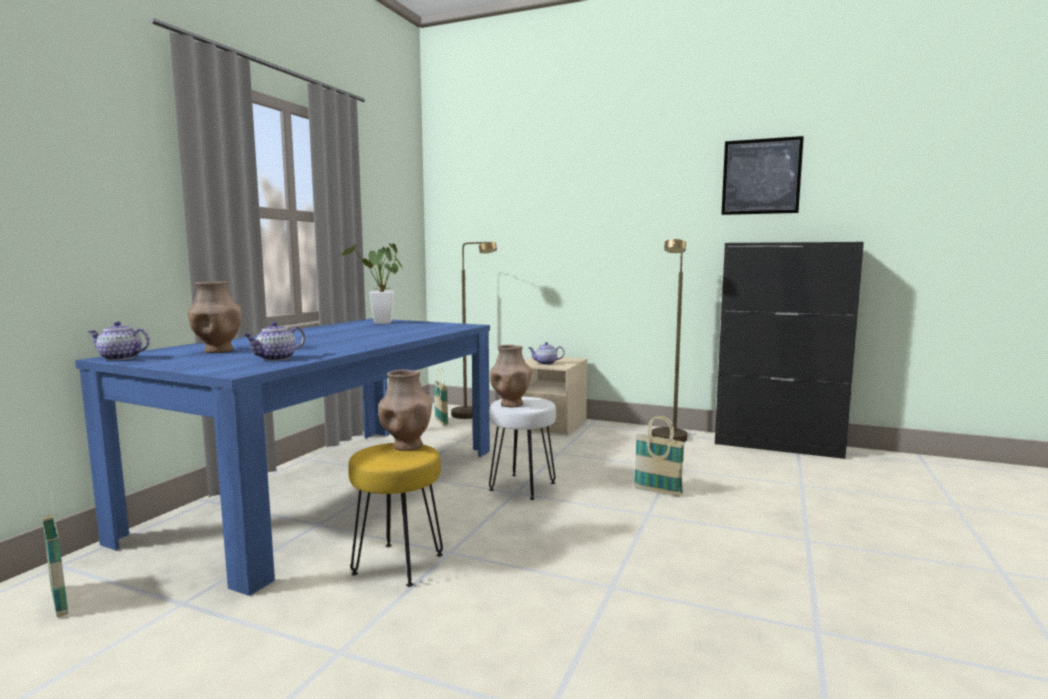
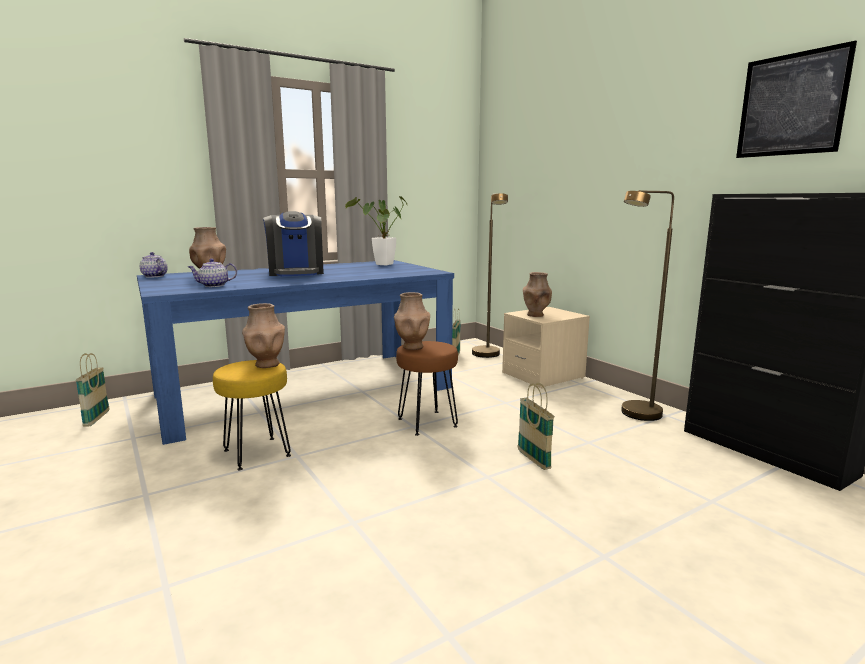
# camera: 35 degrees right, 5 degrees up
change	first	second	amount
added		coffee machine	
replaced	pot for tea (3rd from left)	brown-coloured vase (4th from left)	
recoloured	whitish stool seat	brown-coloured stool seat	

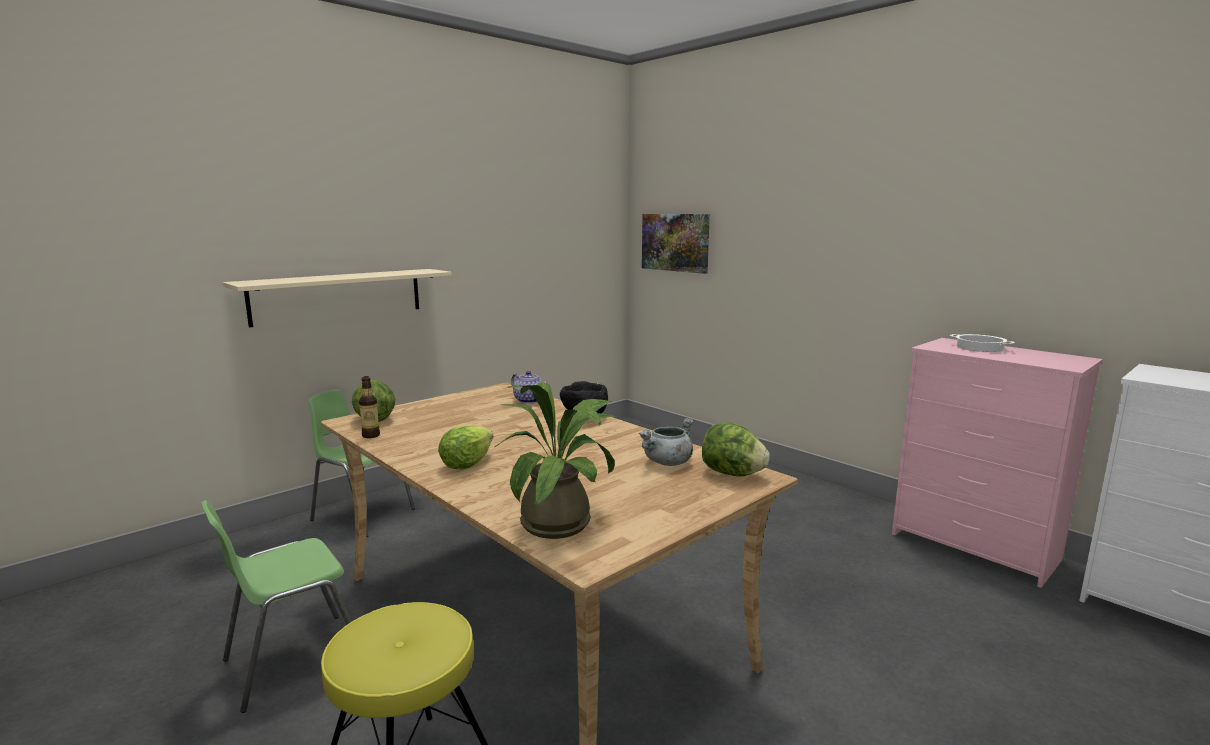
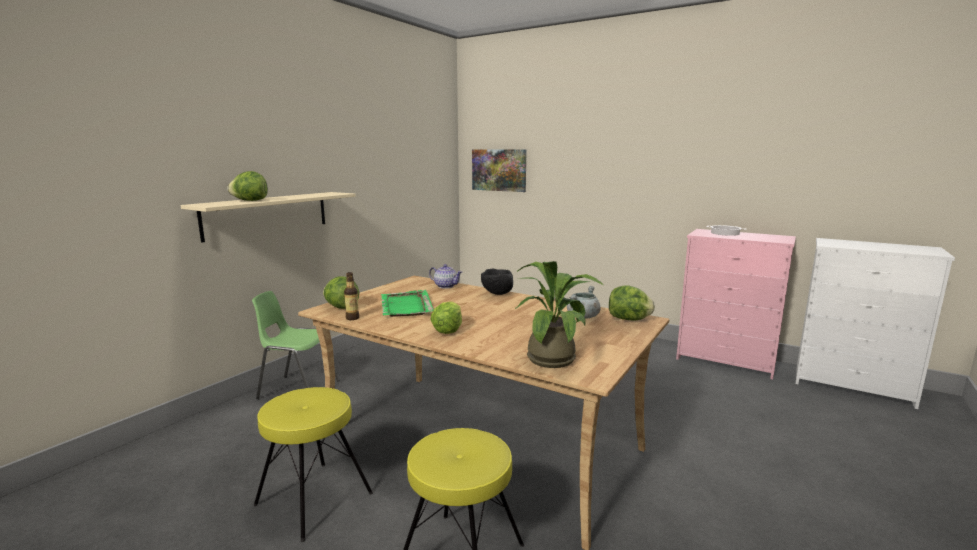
# camera: 15 degrees left, 0 degrees up
change	first	second	amount
added		lettuce head (1st from left)	
added		greenish serving tray	
replaced	greenish plain chair (1st from left)	yellow-coloured stool seat (1st from left)	

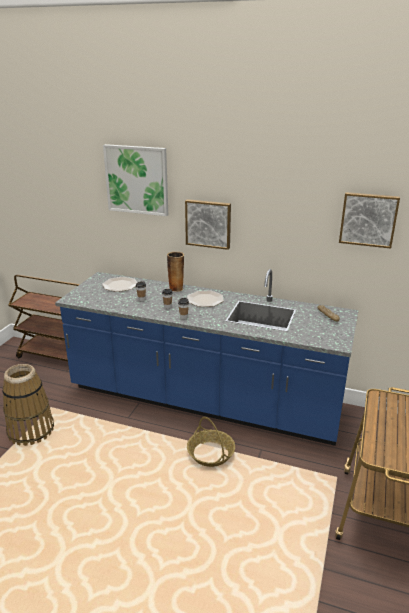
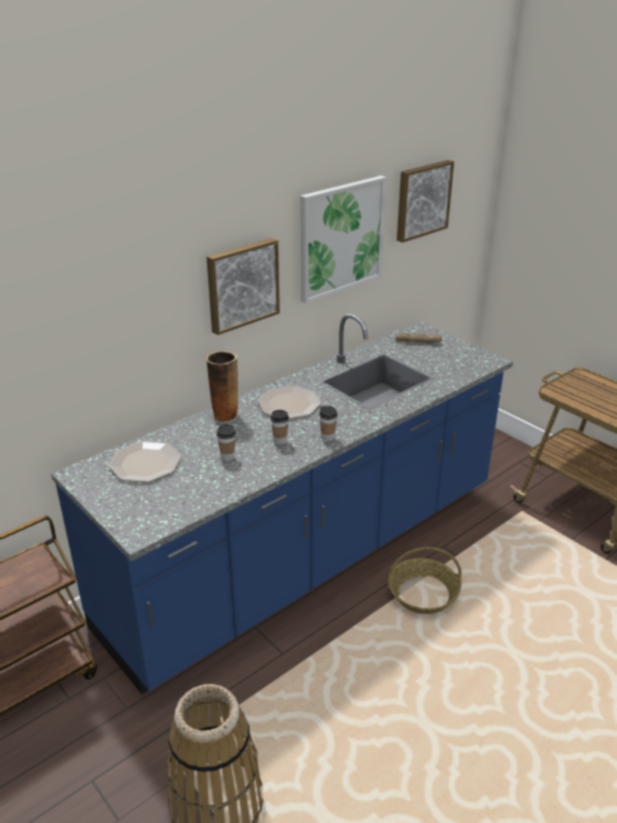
# camera: 60 degrees left, 5 degrees up
change	first	second	amount
moved	picture (1st from left in the first image)	picture (2nd from left)	

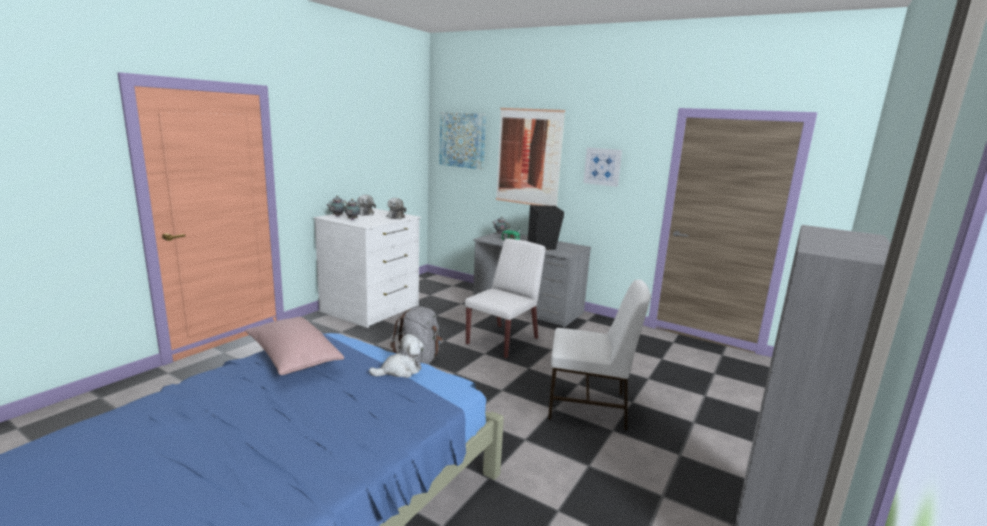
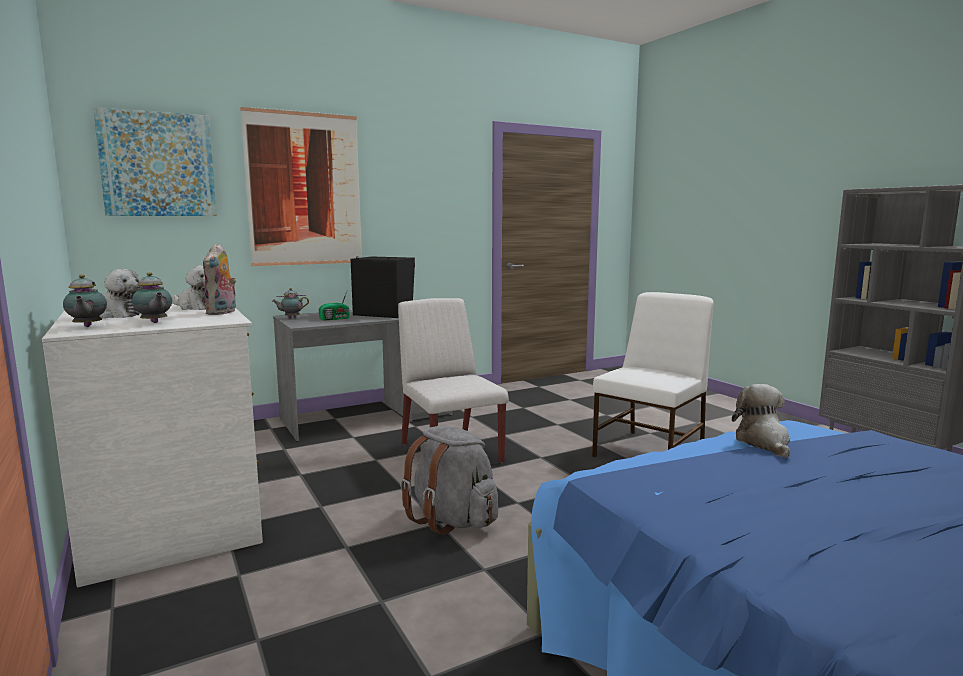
# camera: 60 degrees left, 5 degrees down
change	first	second	amount
removed	pink-coloured pillow		
removed	picture (3rd from left)		
added		cuddly toy (3rd from left)	

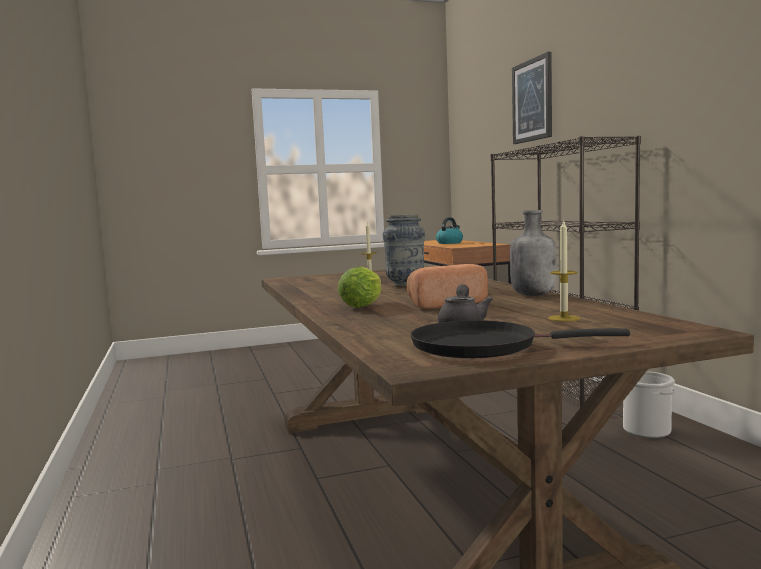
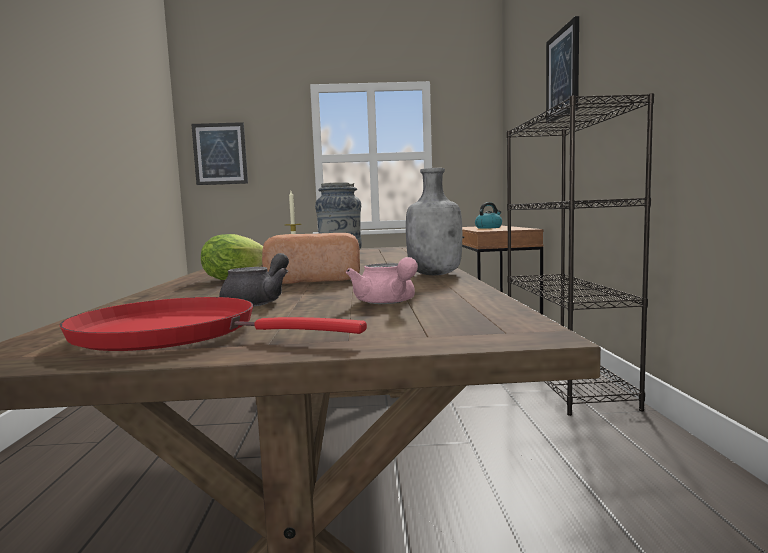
# camera: 15 degrees right, 0 degrees up
change	first	second	amount
removed	pail		
added		picture (1st from left)	
replaced	wax light (2nd from left)	pink-coloured pot for tea	
recoloured	black pan	red pan	

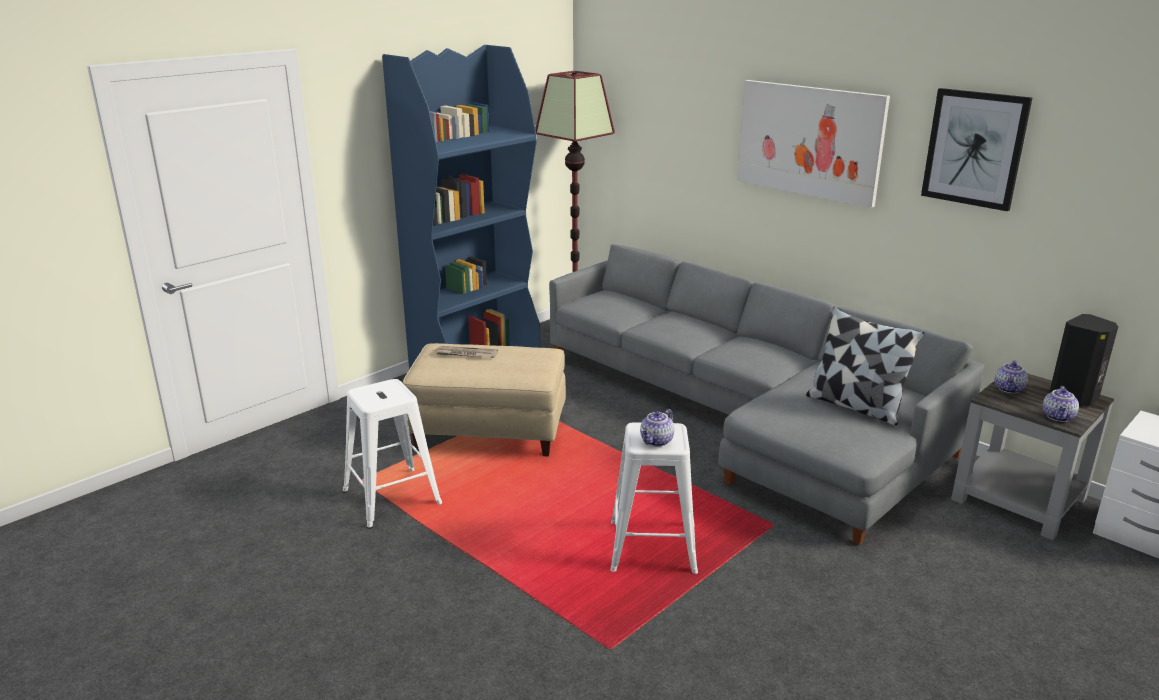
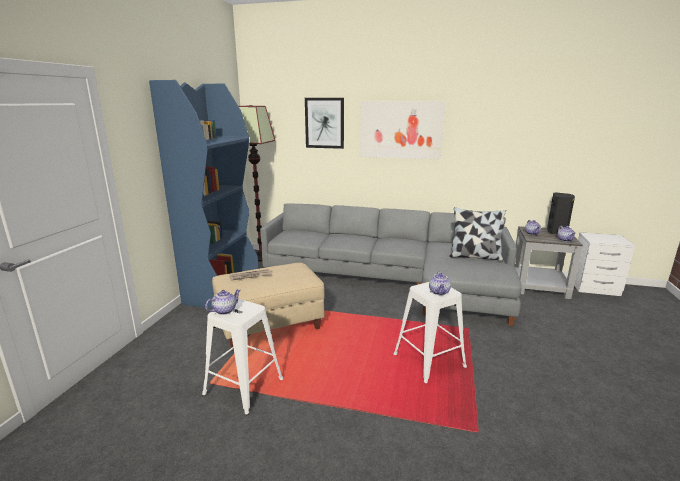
# camera: 30 degrees left, 5 degrees down
change	first	second	amount
added		pot for tea (1st from left)	
moved	picture (2nd from left in the first image)	picture (1st from left)	

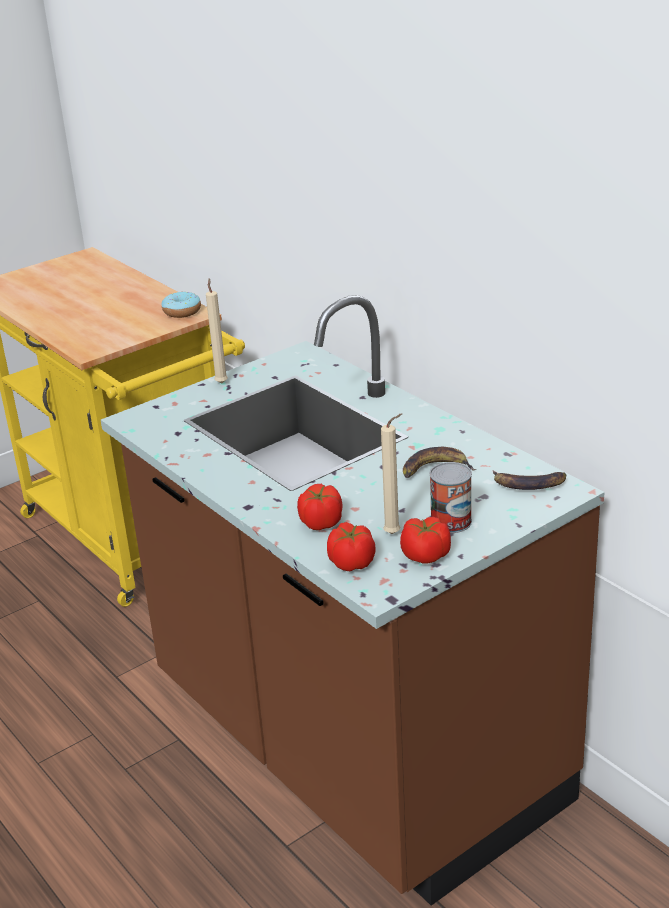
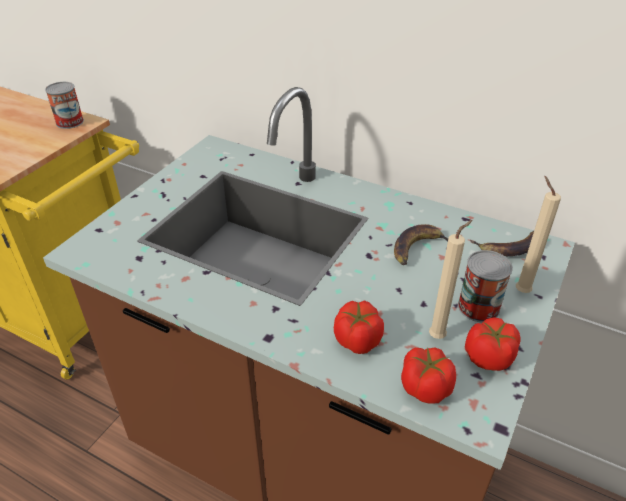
# camera: 25 degrees left, 10 degrees up
change	first	second	amount
moved	sand-coloured wax light (1st from left in the first image)	sand-coloured wax light (2nd from left)	
replaced	ring doughnut	can (1st from left)	

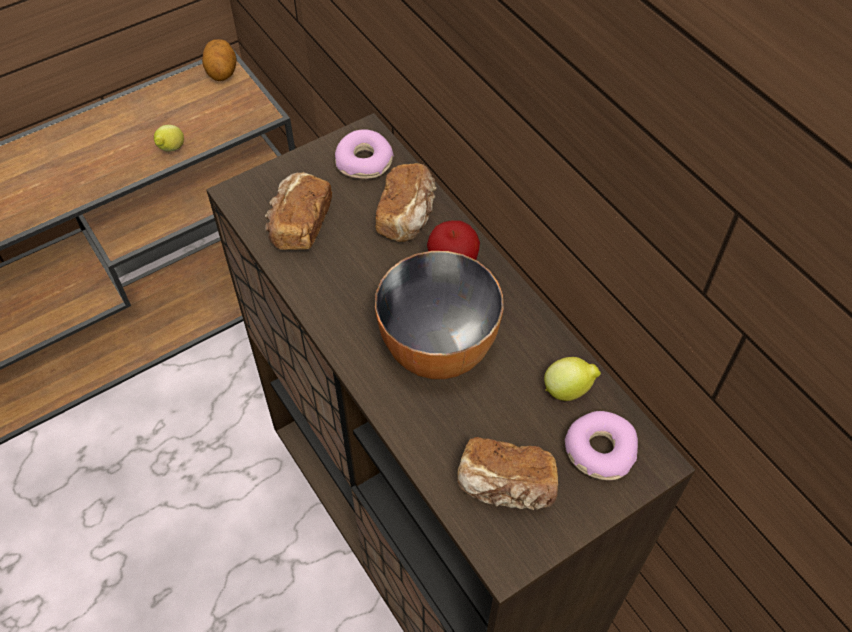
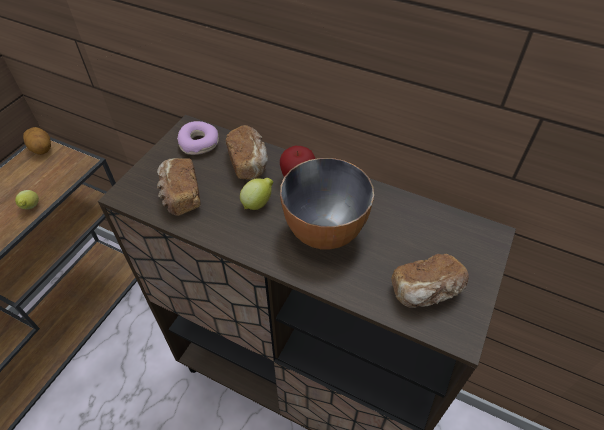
# camera: 30 degrees left, 5 degrees down
change	first	second	amount
removed	ring doughnut (2nd from left)		
moved	whole lemon (2nd from left)		

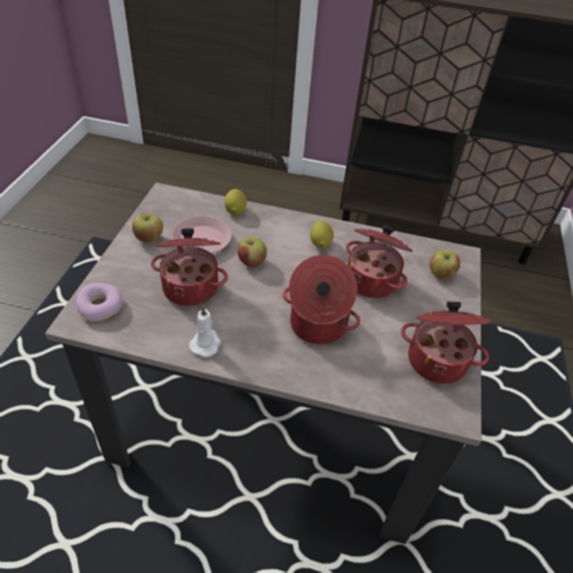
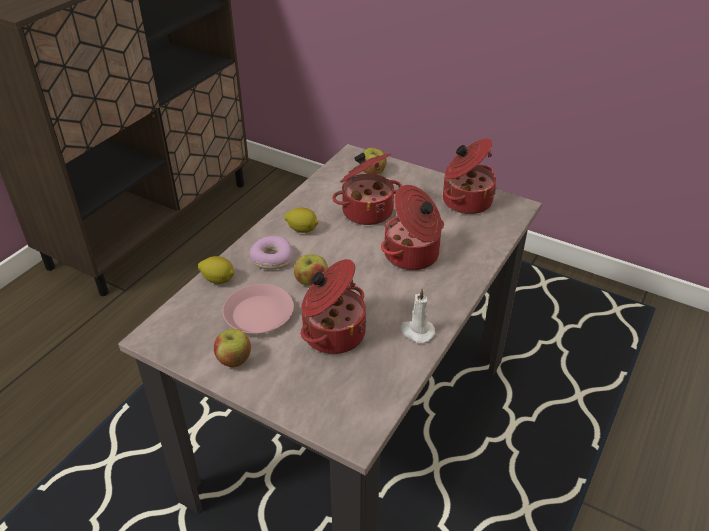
# camera: 70 degrees left, 5 degrees down
change	first	second	amount
moved	ring doughnut		

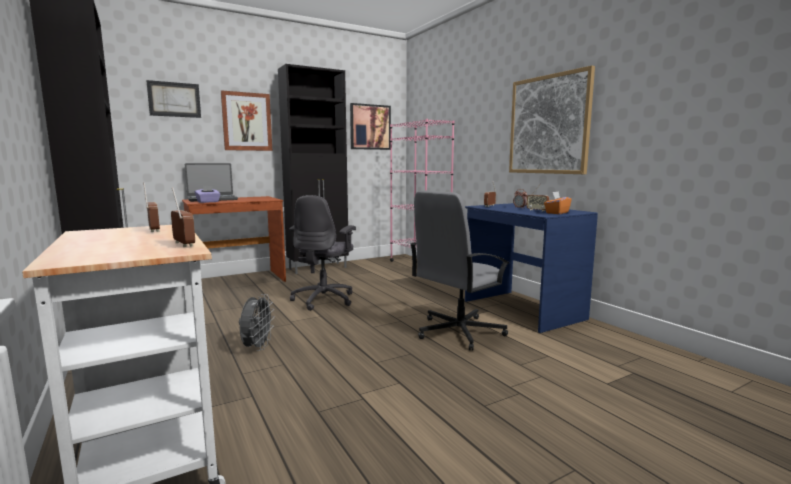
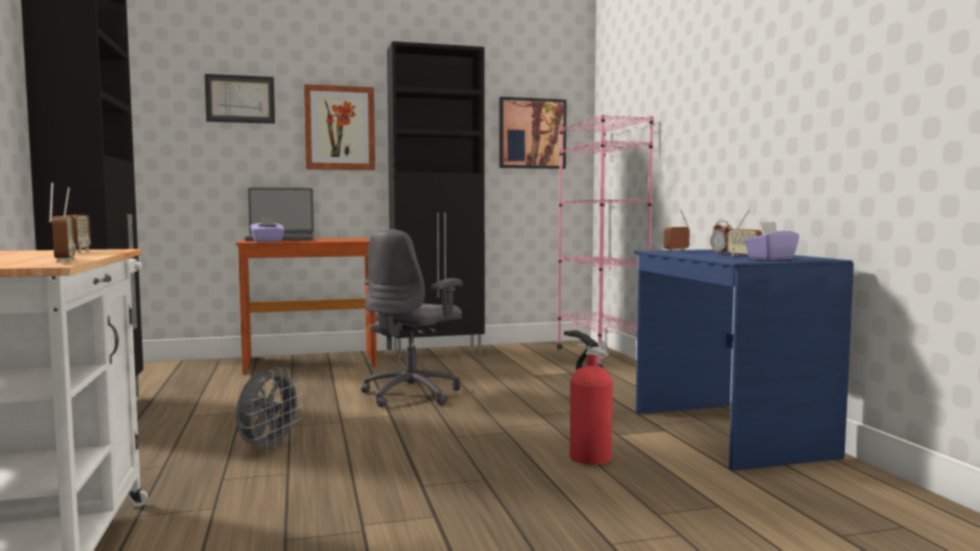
# camera: 15 degrees right, 5 degrees down
change	first	second	amount
removed	picture (4th from left)		
replaced	greyish desk chair (2nd from left)	extinguisher	
recoloured	orange-coloured box of tissues	purple box of tissues (2nd from left)	

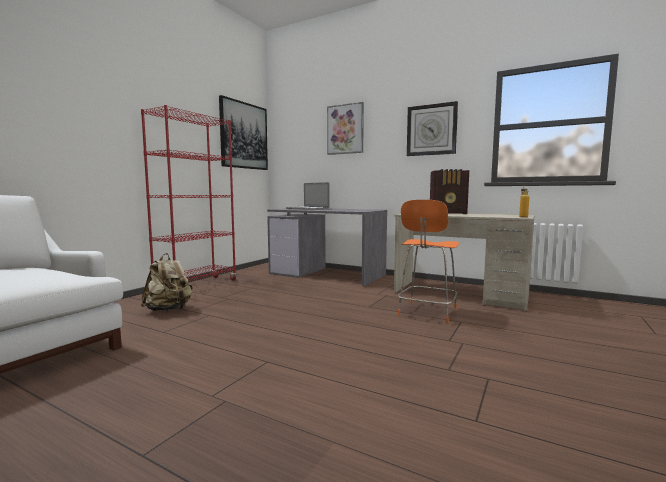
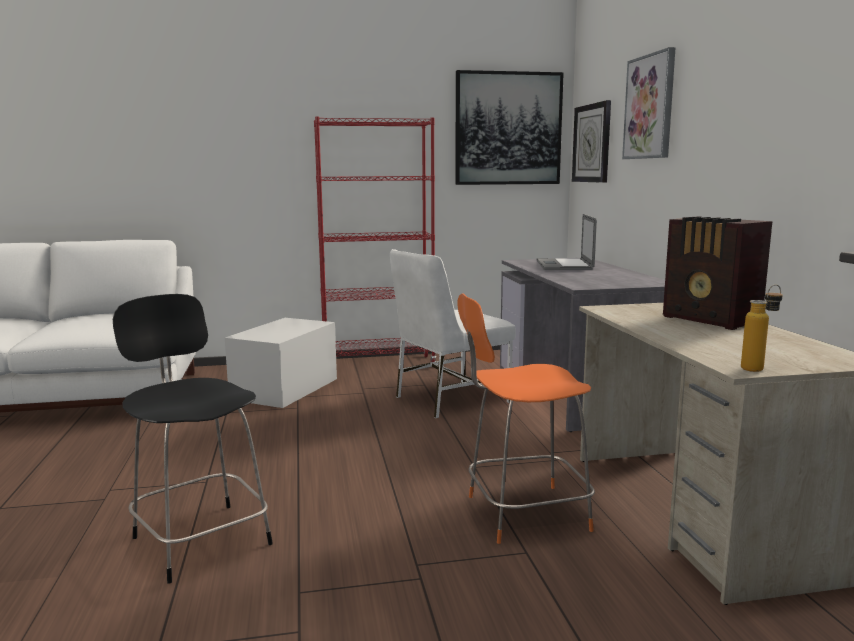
# camera: 50 degrees right, 5 degrees up
change	first	second	amount
added		black plain chair	
added		whitish plain chair	
moved	clock on the wall		
replaced	sand-coloured knapsack	whitish storage container	

